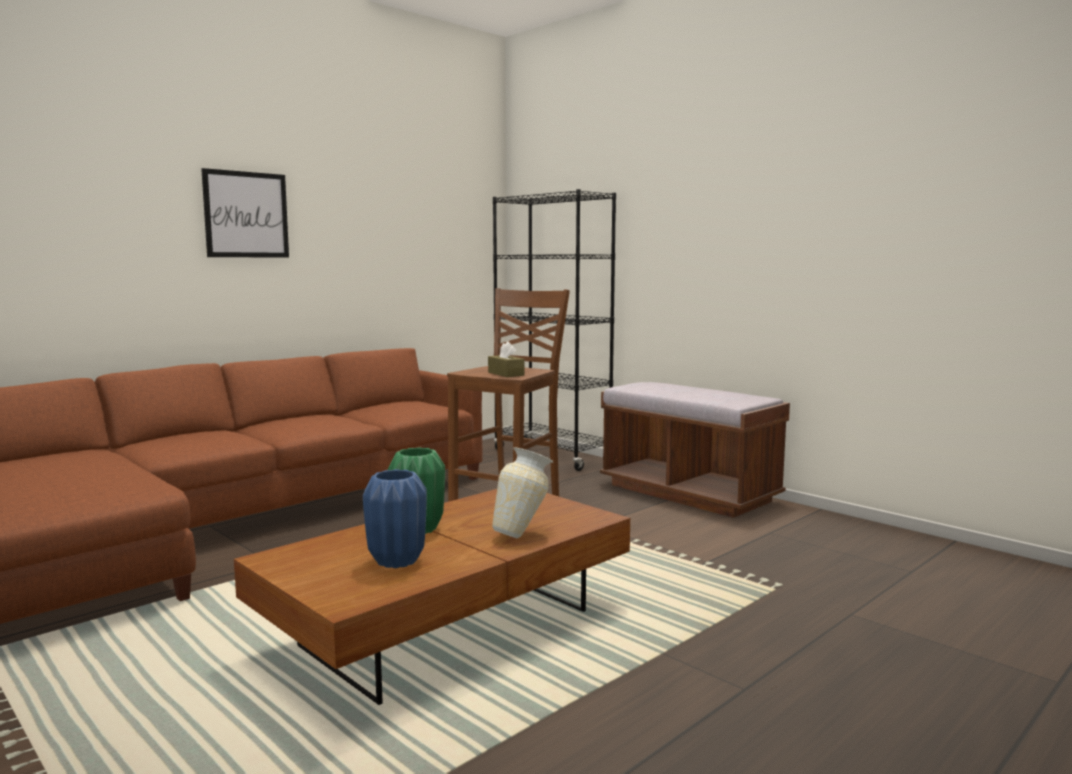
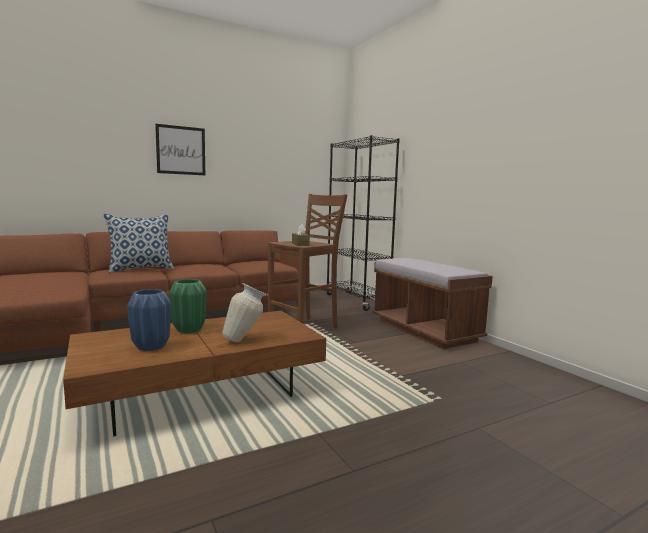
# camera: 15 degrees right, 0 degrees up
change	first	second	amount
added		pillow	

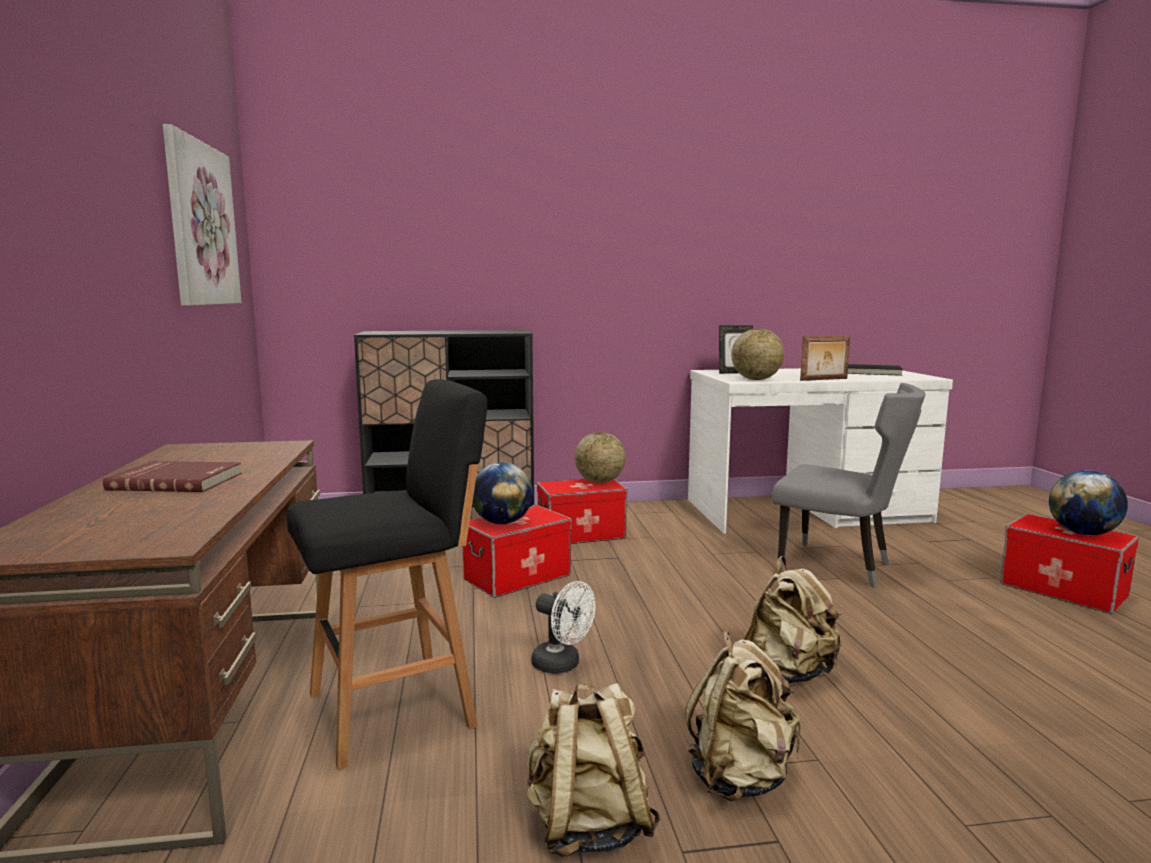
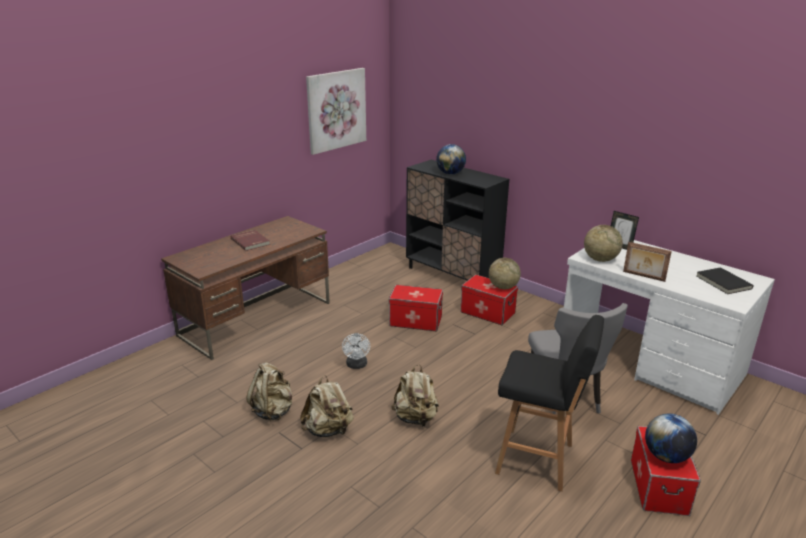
# camera: 50 degrees right, 15 degrees up
change	first	second	amount
moved	black stool seat		
moved	world globe (1st from left)		

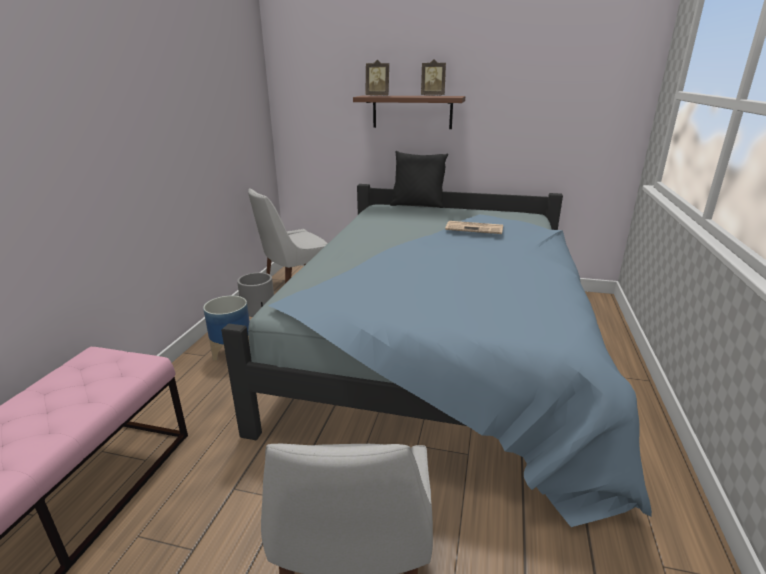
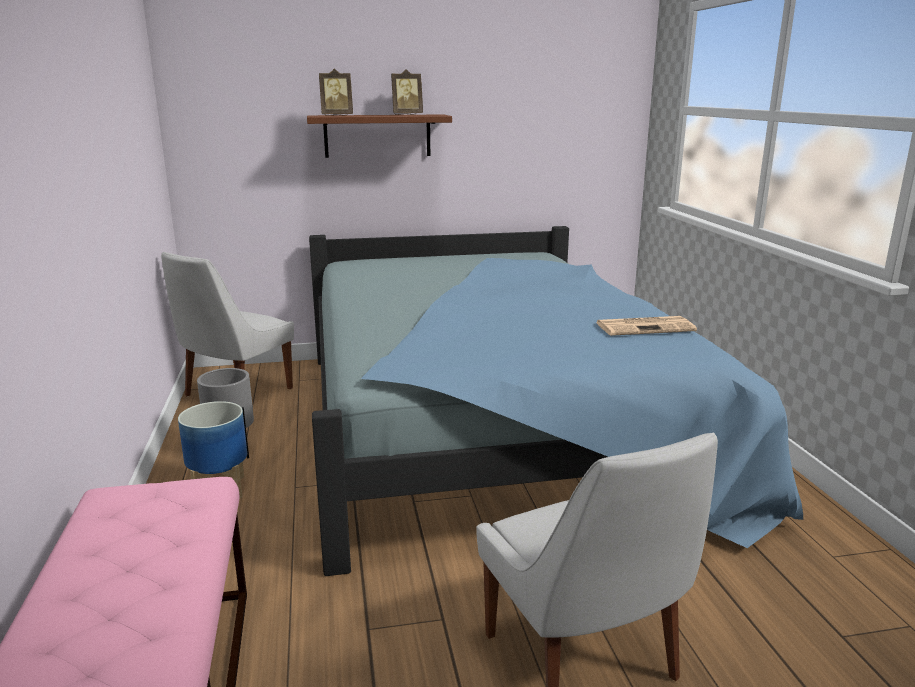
# camera: 25 degrees left, 5 degrees down
change	first	second	amount
removed	black pillow		
moved	printed paper		

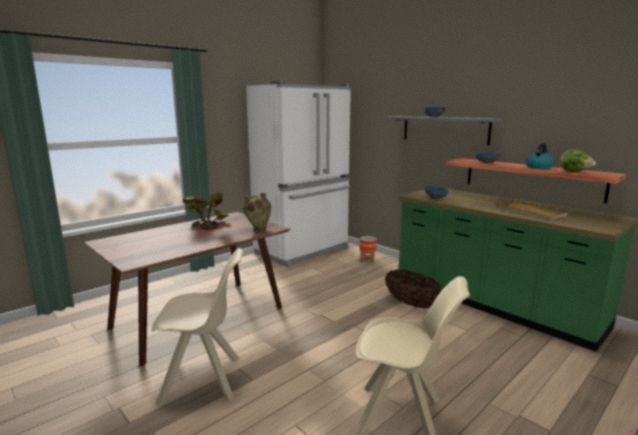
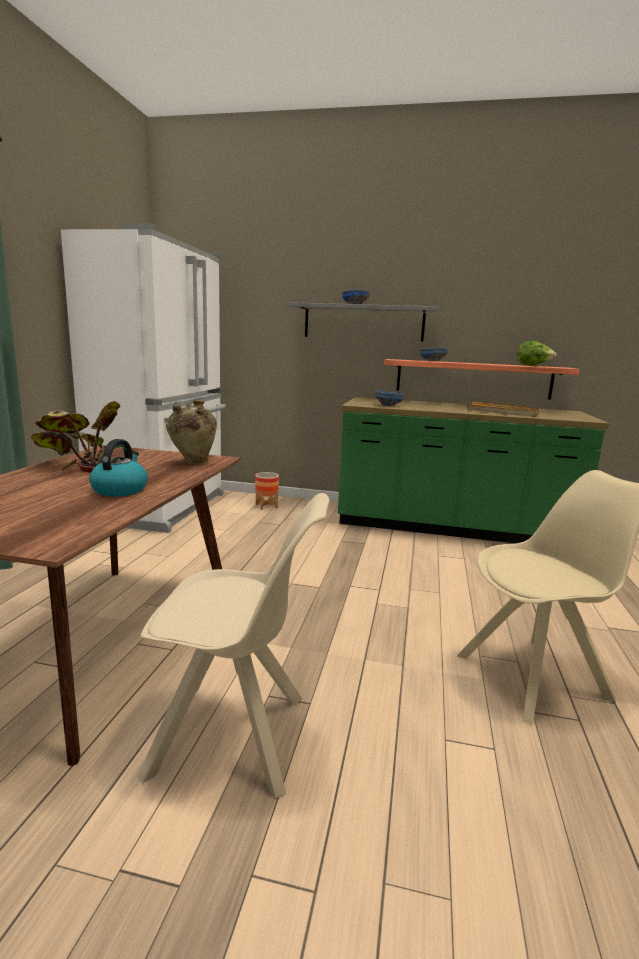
# camera: 35 degrees left, 0 degrees up
change	first	second	amount
removed	storage basket		
moved	water kettle		
turned	sand-coloured plain chair (1st from left)		45 degrees clockwise

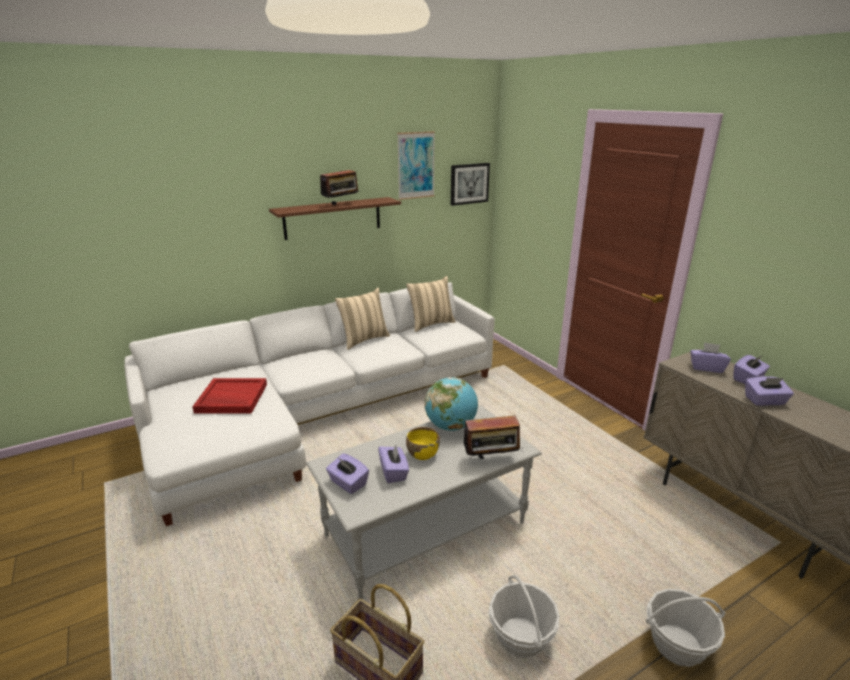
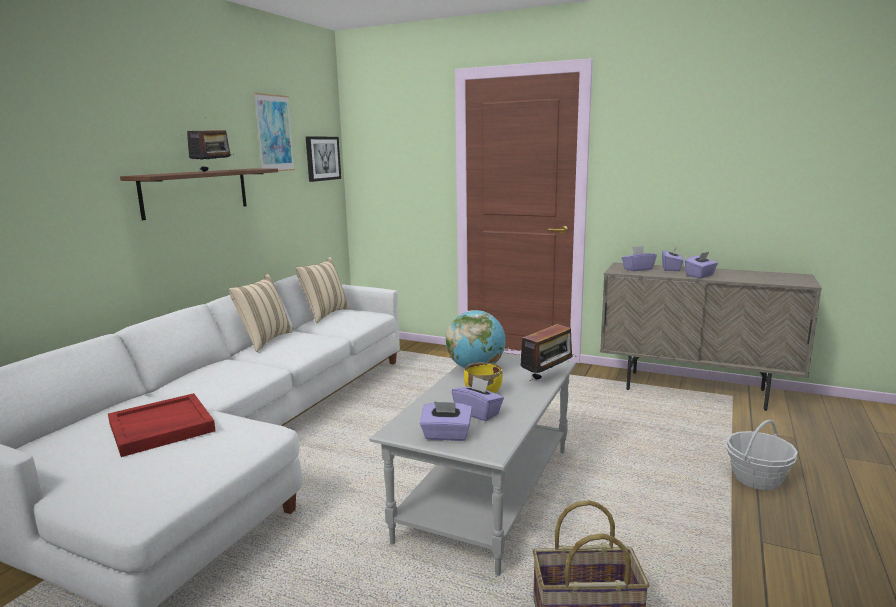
# camera: 35 degrees left, 10 degrees down
change	first	second	amount
removed	storage basket (2nd from left)		

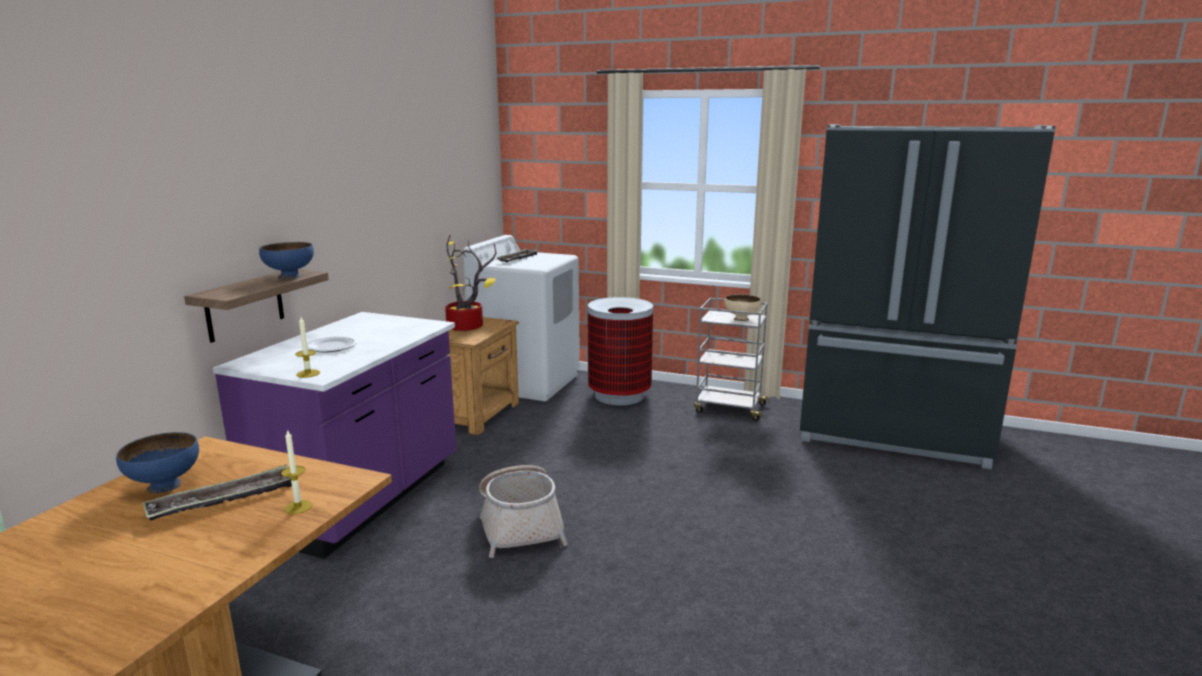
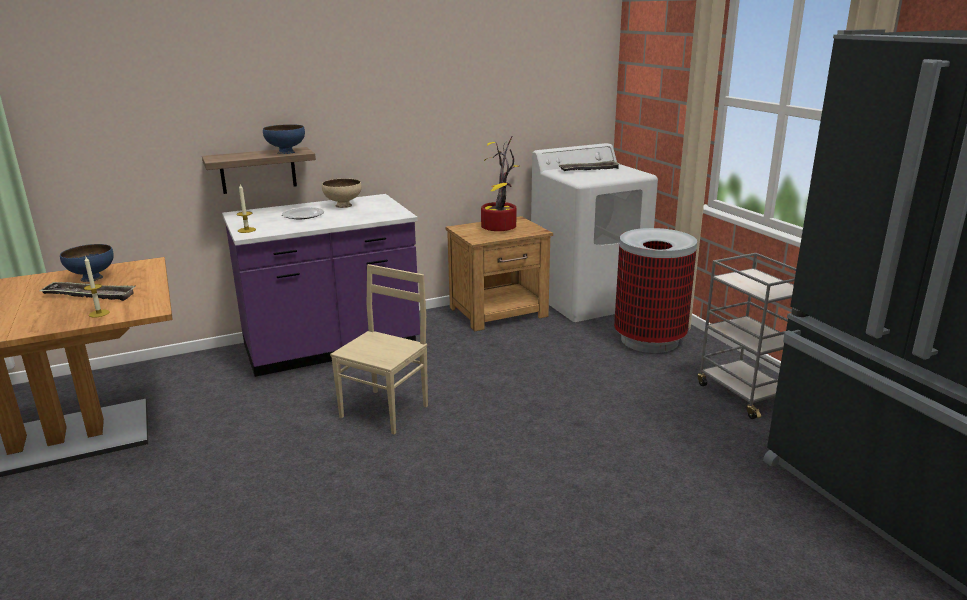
# camera: 45 degrees right, 5 degrees up
change	first	second	amount
moved	sand-coloured deep dish		
replaced	storage basket	sand-coloured plain chair	

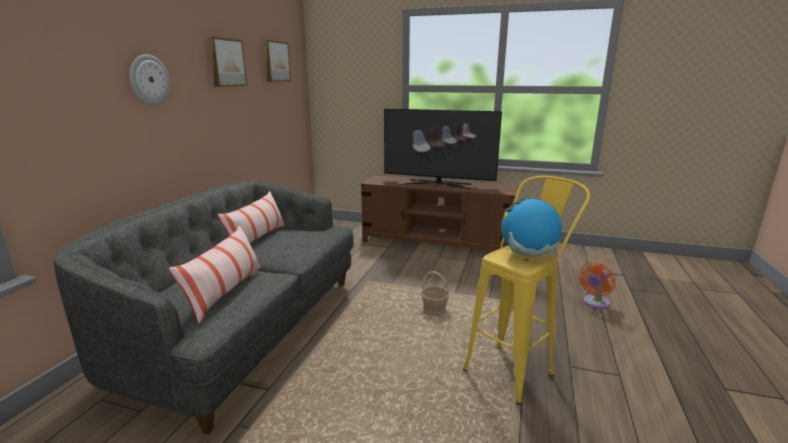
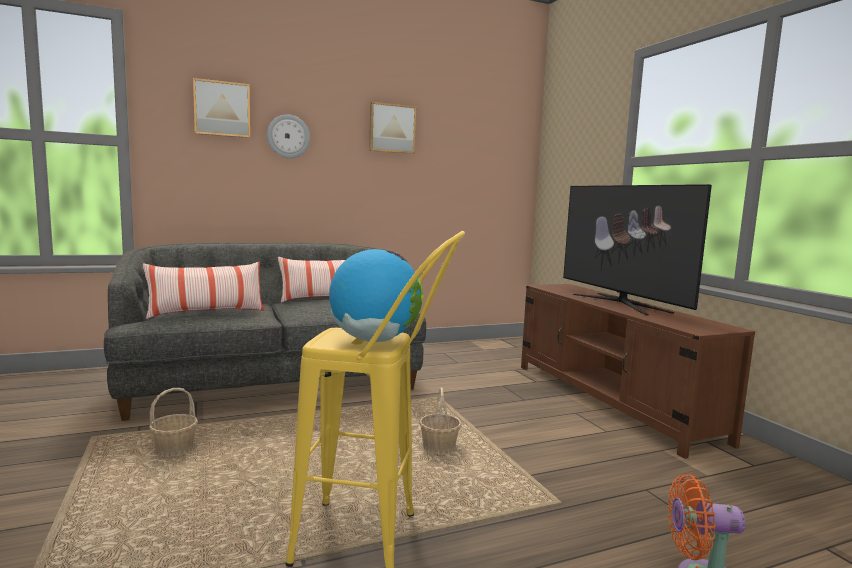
# camera: 50 degrees right, 10 degrees down
change	first	second	amount
added		storage basket (1st from left)	
moved	picture (2nd from left in the first image)	picture (1st from left)	

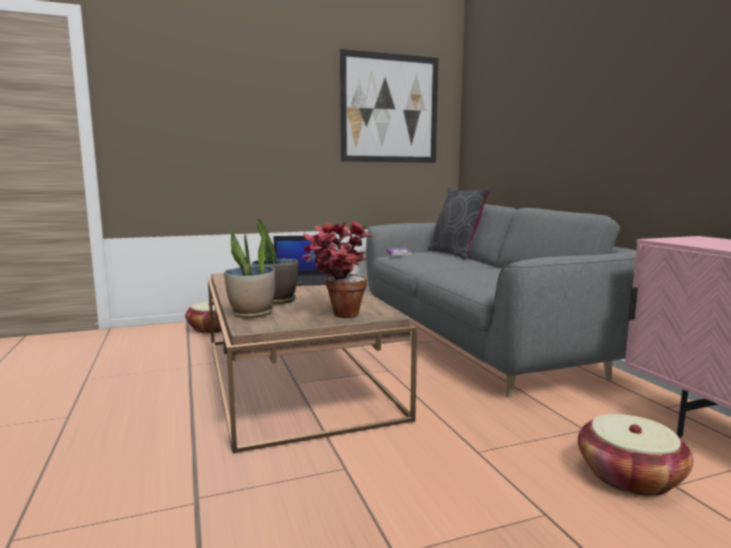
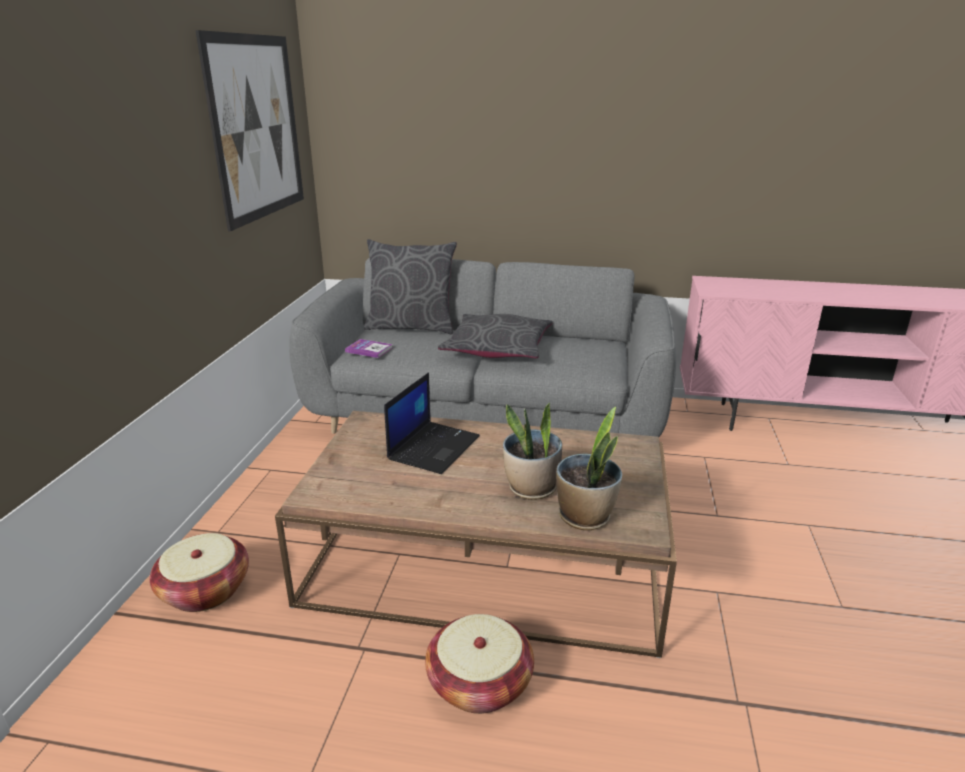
# camera: 60 degrees left, 15 degrees up
change	first	second	amount
removed	potted plant (3rd from left)		
added		greyish pillow (2nd from left)	
moved	storage basket (2nd from left)		

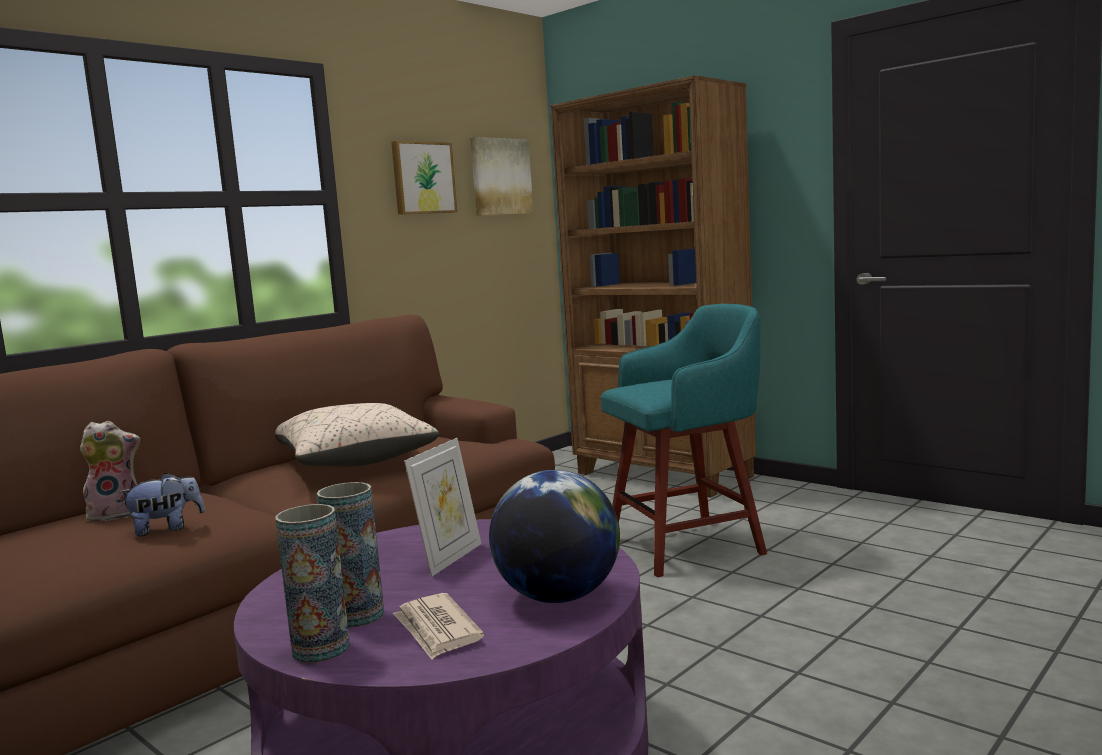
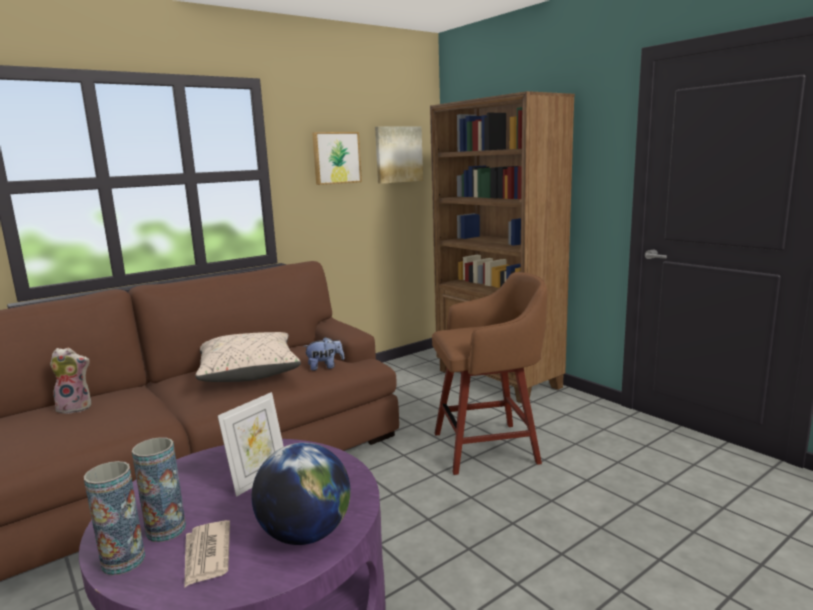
# camera: 10 degrees right, 5 degrees up
change	first	second	amount
moved	cuddly toy (2nd from left)		
recoloured	turquoise-coloured stool seat	brown-coloured stool seat	

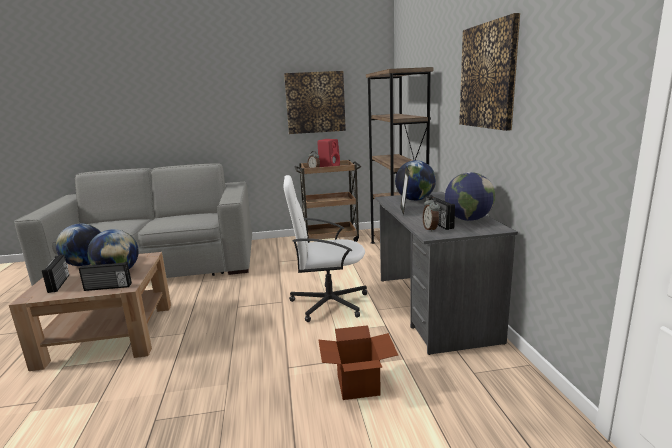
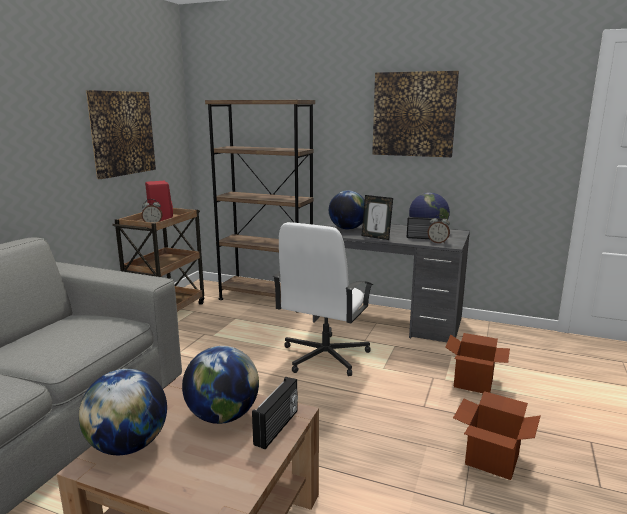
# camera: 60 degrees left, 0 degrees up
change	first	second	amount
removed	radio receiver (1st from left)		
added		cardboard box (2nd from left)	

